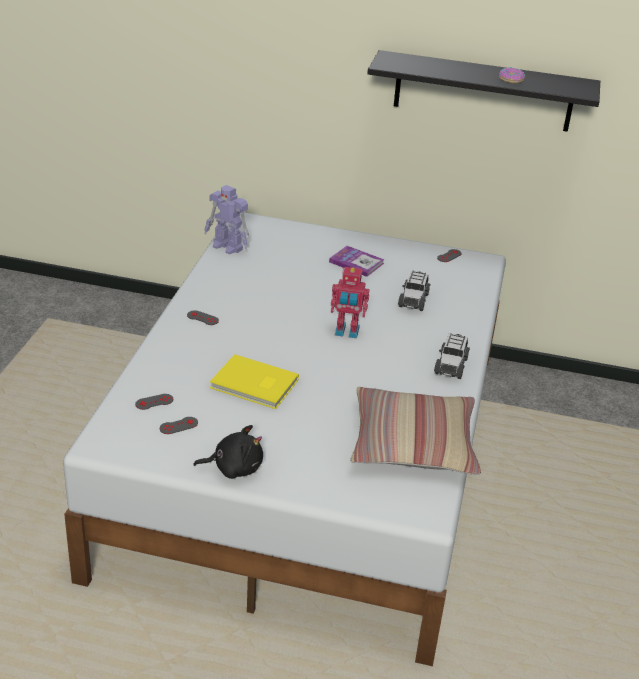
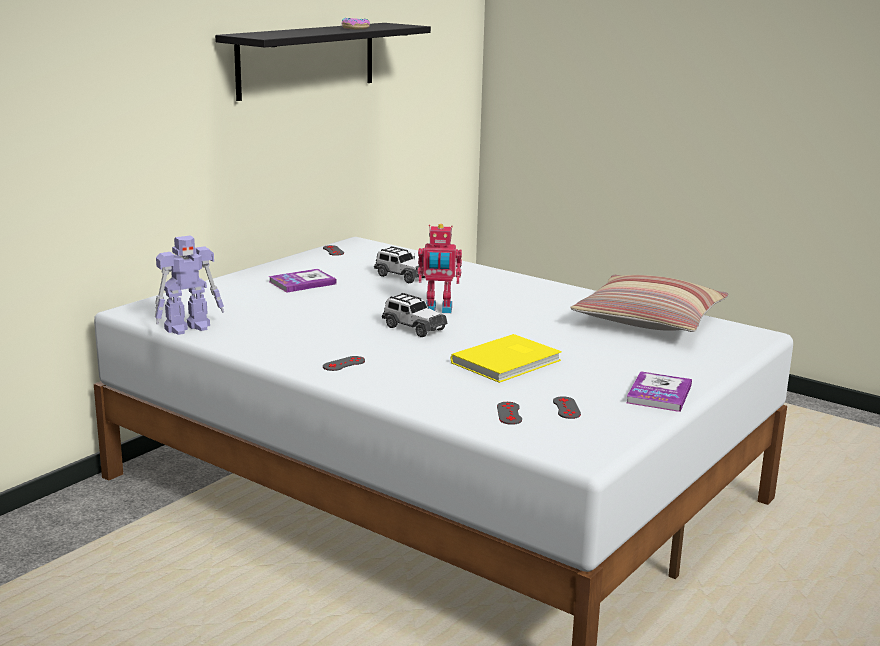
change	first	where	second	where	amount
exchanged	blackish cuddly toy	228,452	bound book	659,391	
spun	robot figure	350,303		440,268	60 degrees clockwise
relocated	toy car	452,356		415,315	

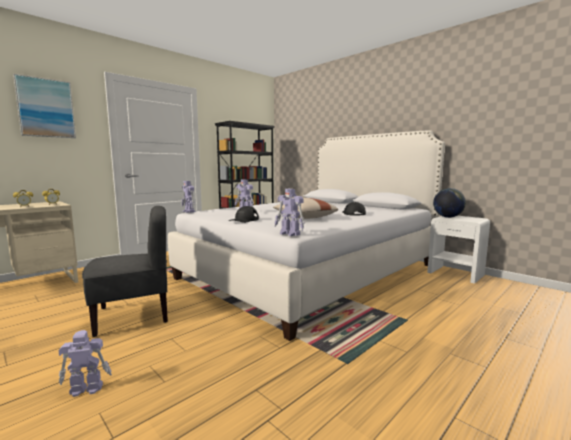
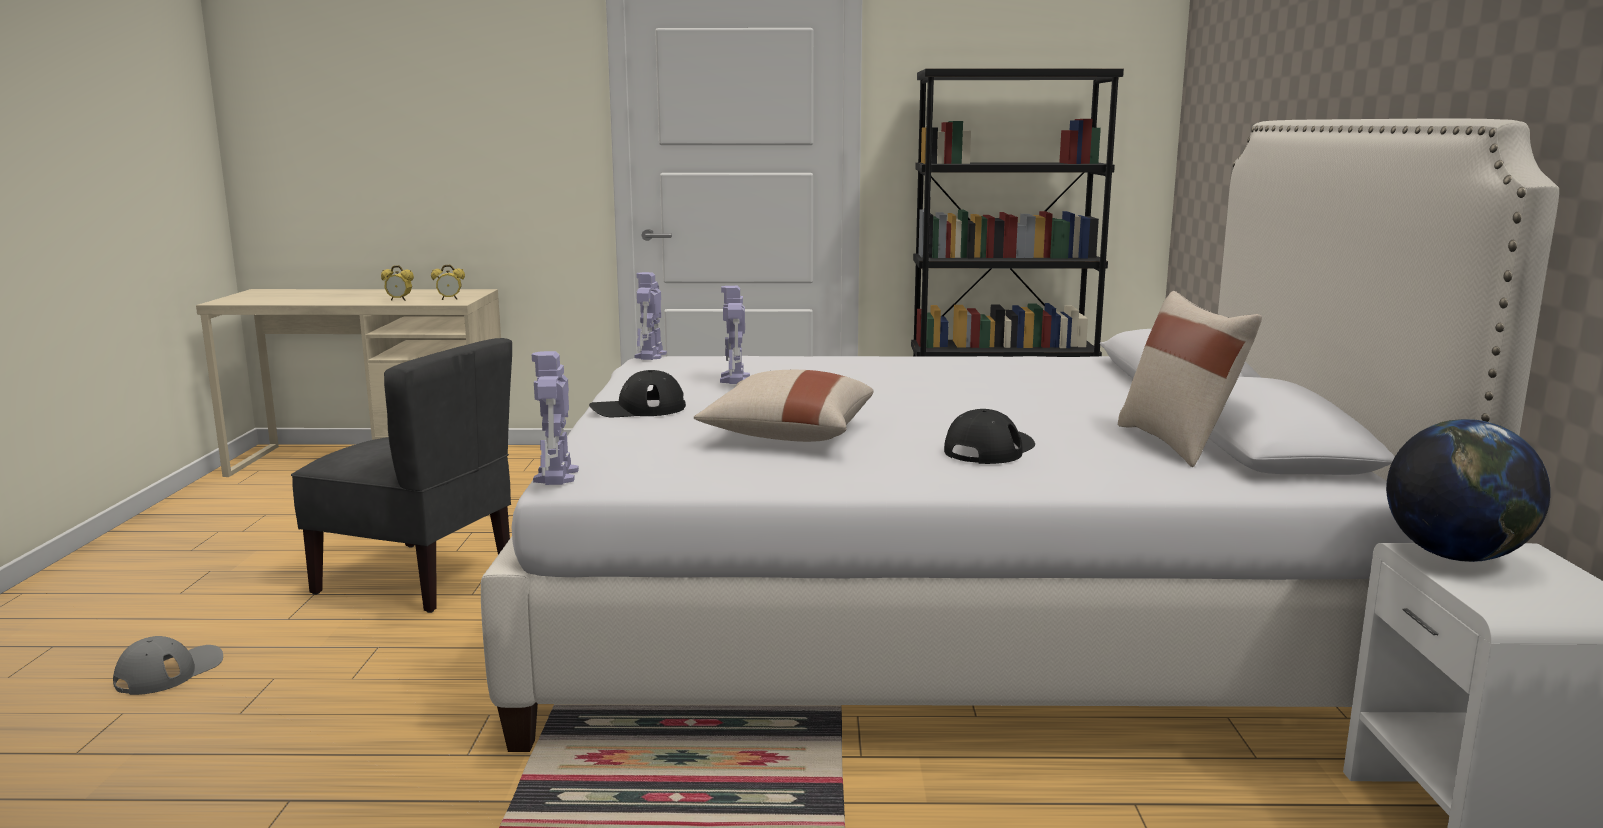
change	first	where	second	where	amount
missing	picture	44,106			
exchanged	robot figure	85,363	greyish peaked cap	168,665	
appeared			beige cushion	1190,379	

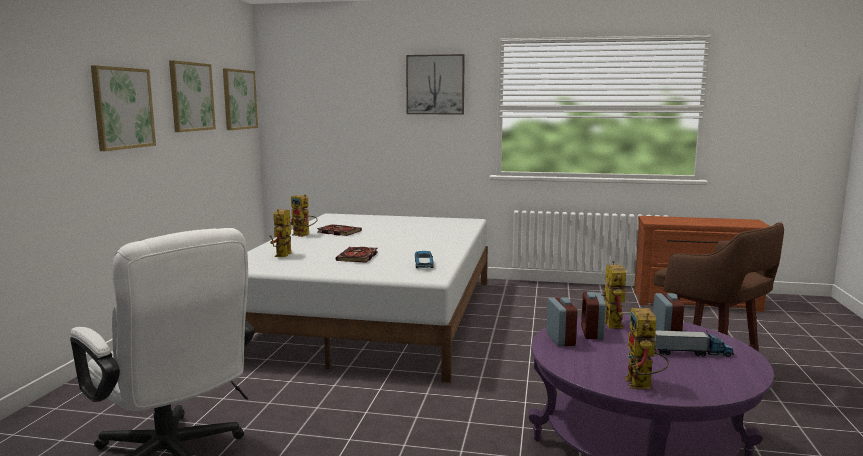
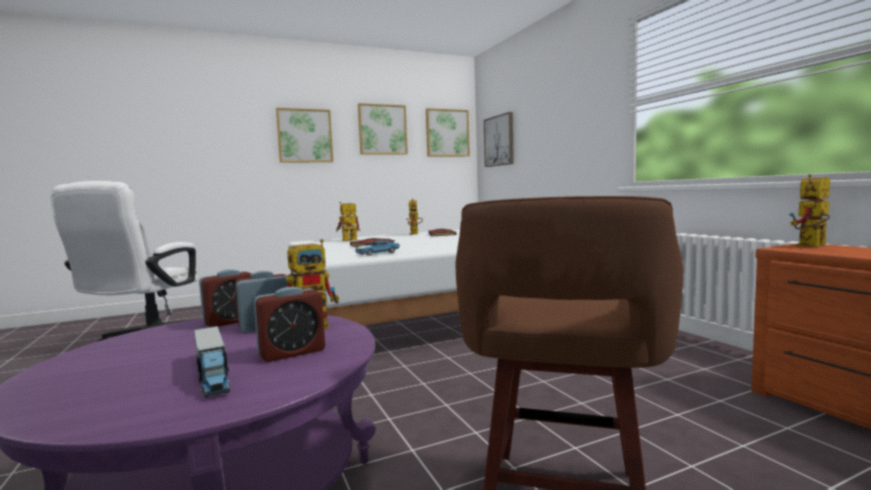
change	first	where	second	where	amount
relocated	picture	435,84		499,139	
relocated	robot figure	646,348		809,210	

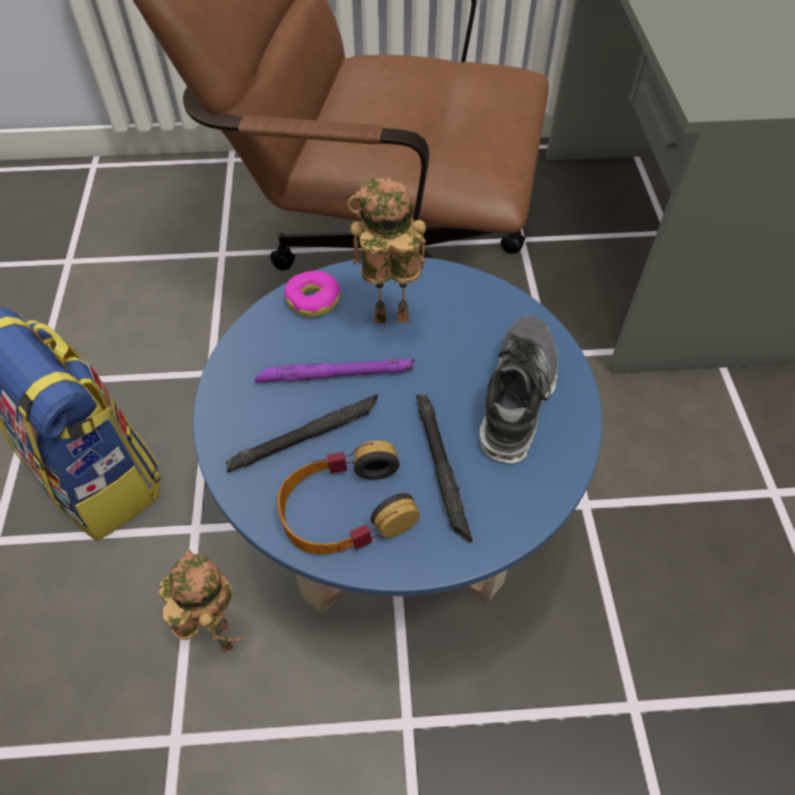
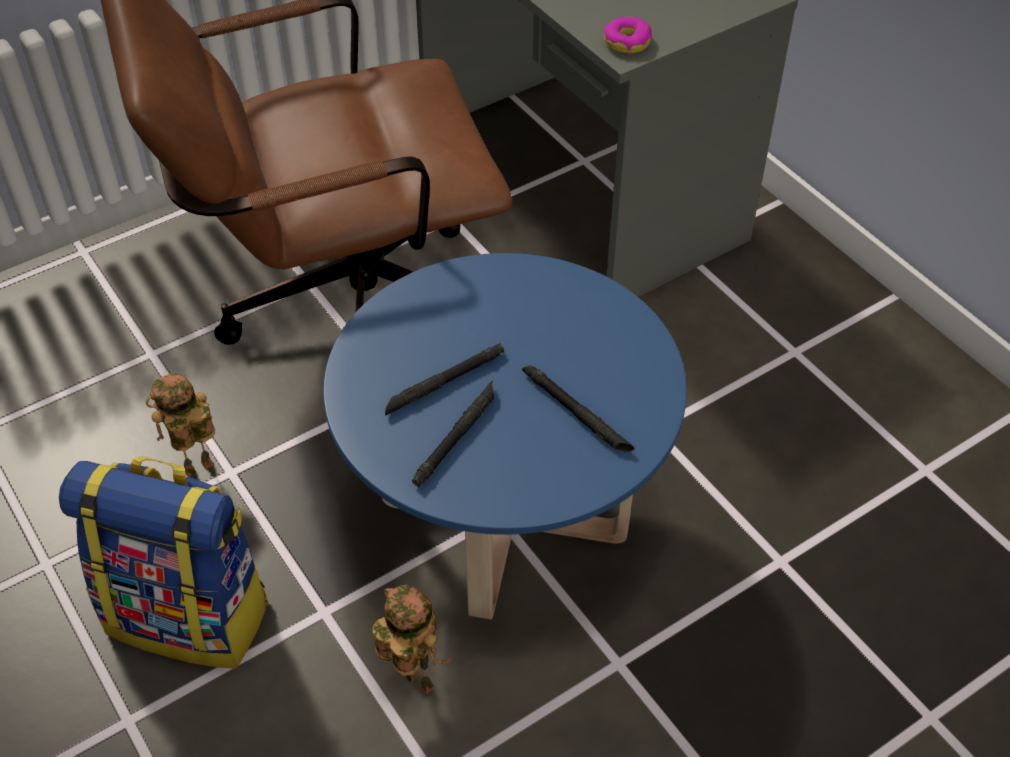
change	first	where	second	where	amount
colour	purple hand torch	335,371	blackish hand torch	444,379	
missing	headset	348,497			
relocated	donut	312,294		628,35	
relocated	robot figure	386,250		180,425	
missing	low shoe	518,389			

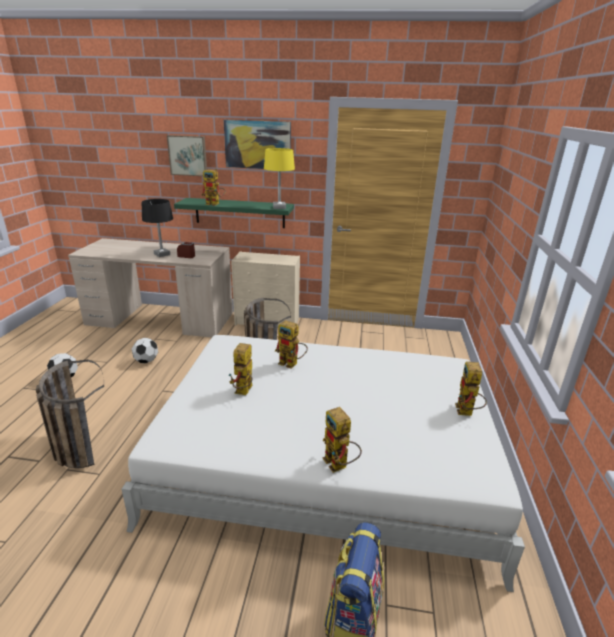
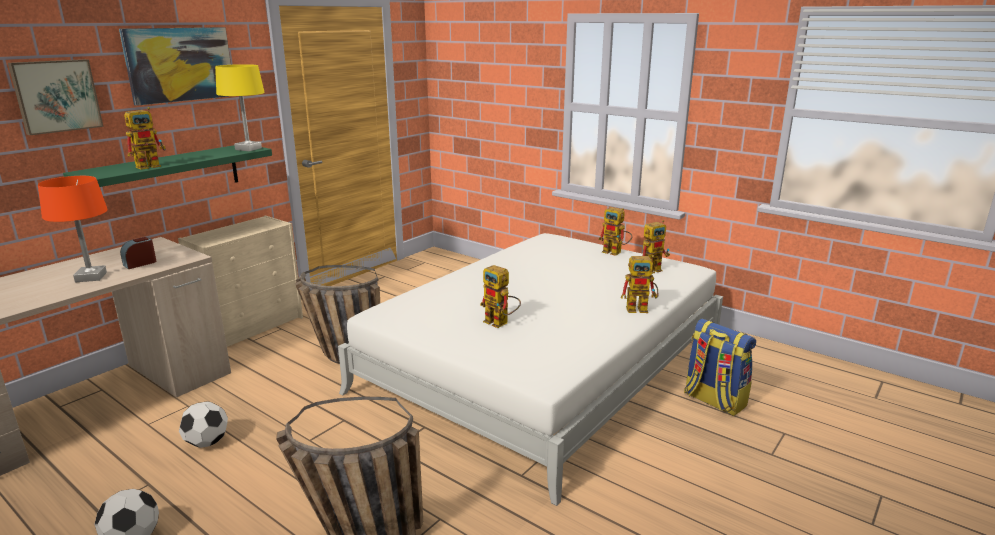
change	first	where	second	where	amount
colour	blackish tabletop lamp	157,228	orangey tabletop lamp	72,229	
relocated	robot figure	291,344		656,247	

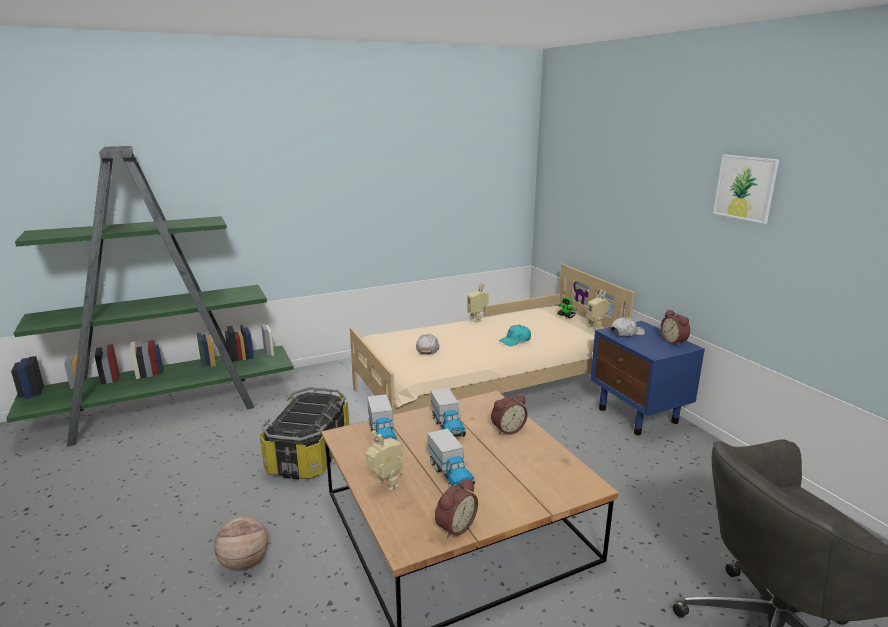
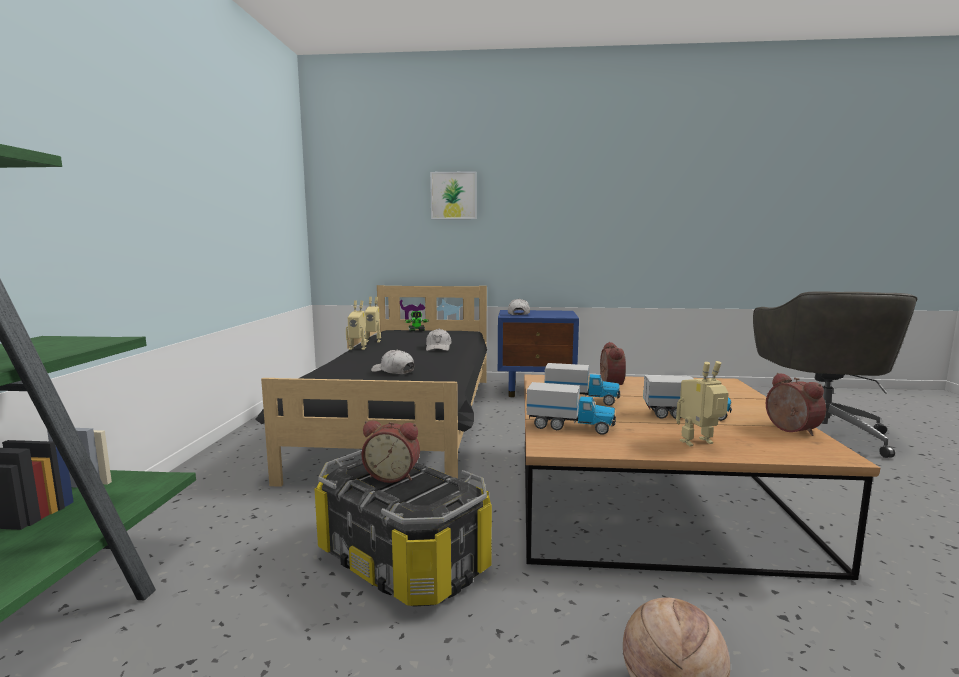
change	first	where	second	where	amount
colour	beige bed	492,339	blackish bed	371,386	
colour	turquoise peaked cap	515,335	white-coloured peaked cap	438,340	
relocated	robot figure	597,309		373,319	
relocated	alarm clock	675,327		390,451	
relocated	picture	746,189		453,195	

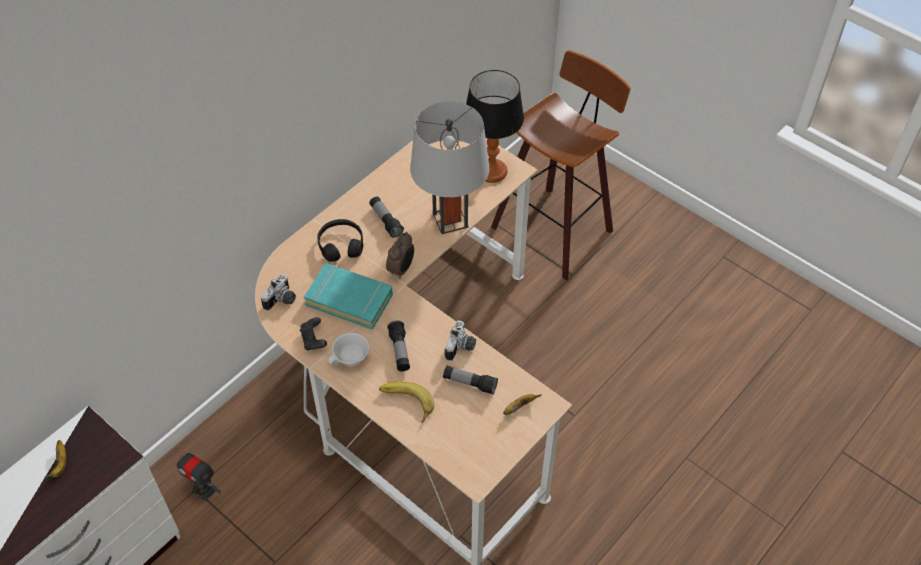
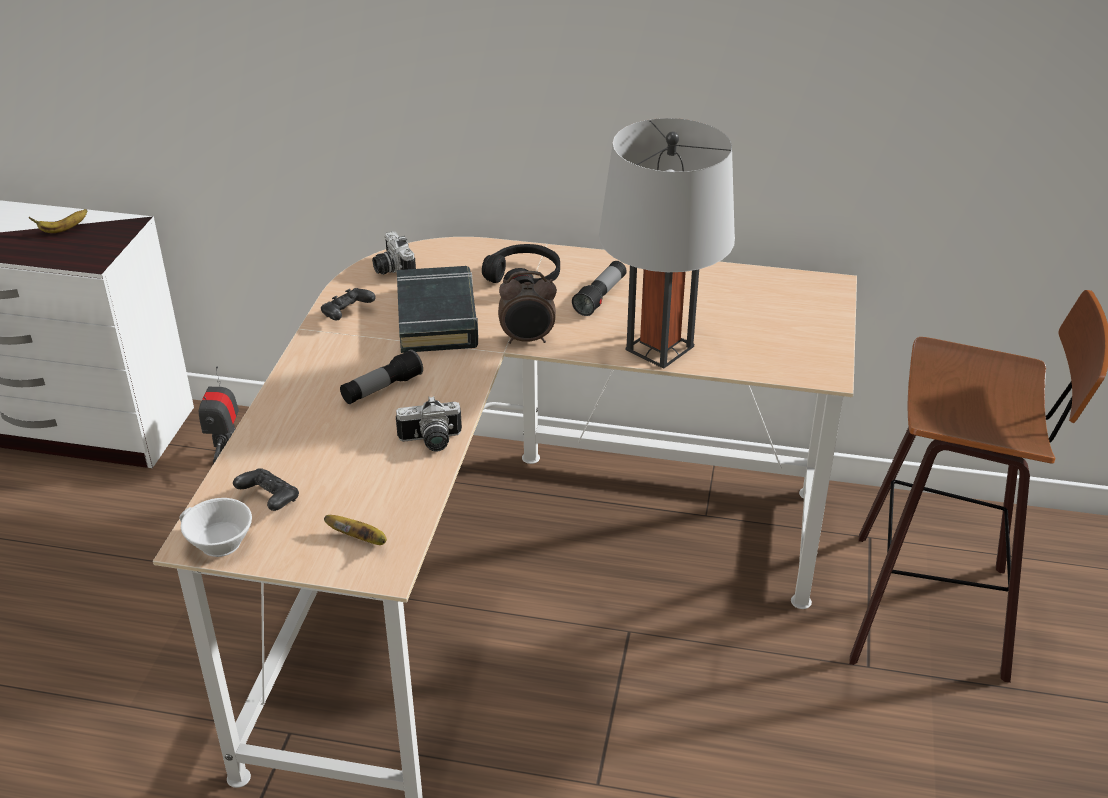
change	first	where	second	where	amount
spun	photo camera	278,292		394,253	60 degrees clockwise
colour	turquoise bound book	348,296	blackish bound book	437,309	
relocated	white-coloured drinking cup	348,349		215,527	
missing	banana	406,402			
missing	hand torch	470,380			
missing	tabletop lamp	495,126			
appeared			blackish gamepad	266,490	

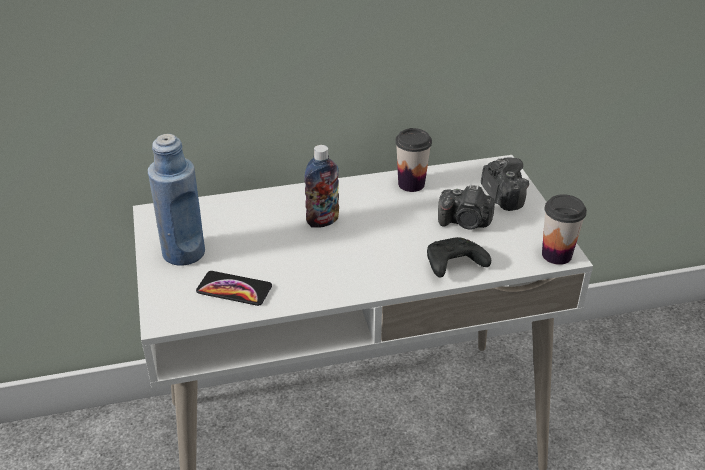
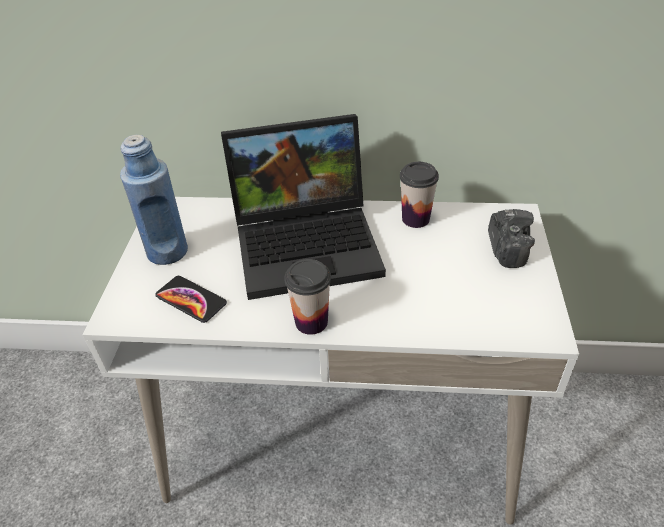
change	first	where	second	where	amount
exchanged	bottle	321,186	portable computer	303,207	
missing	blackish gamepad	459,257			
missing	photo camera	466,207			
relocated	drinking cup	564,229		307,297	

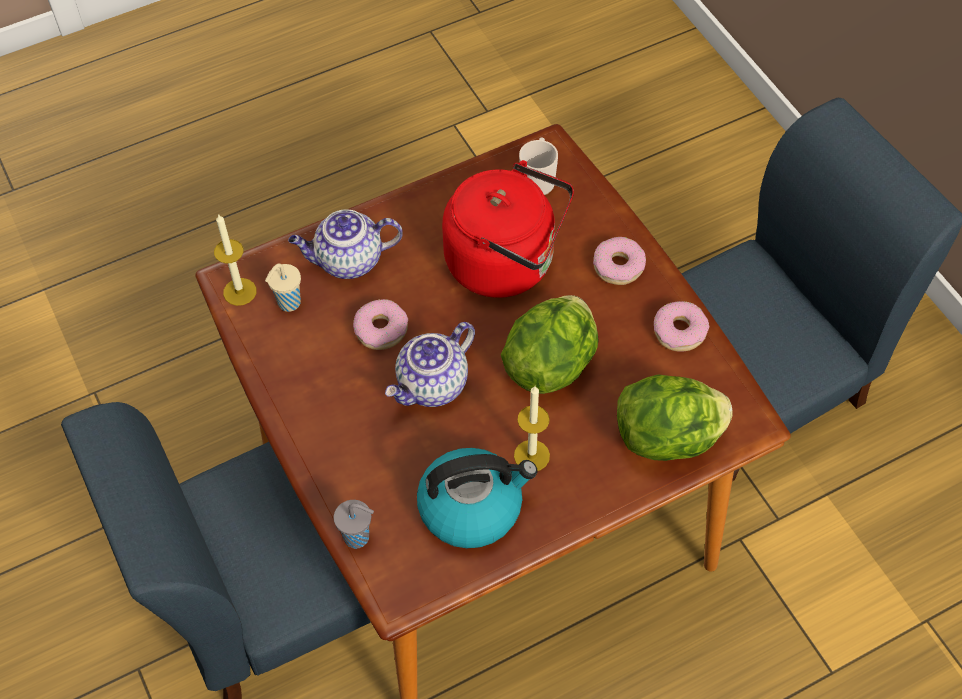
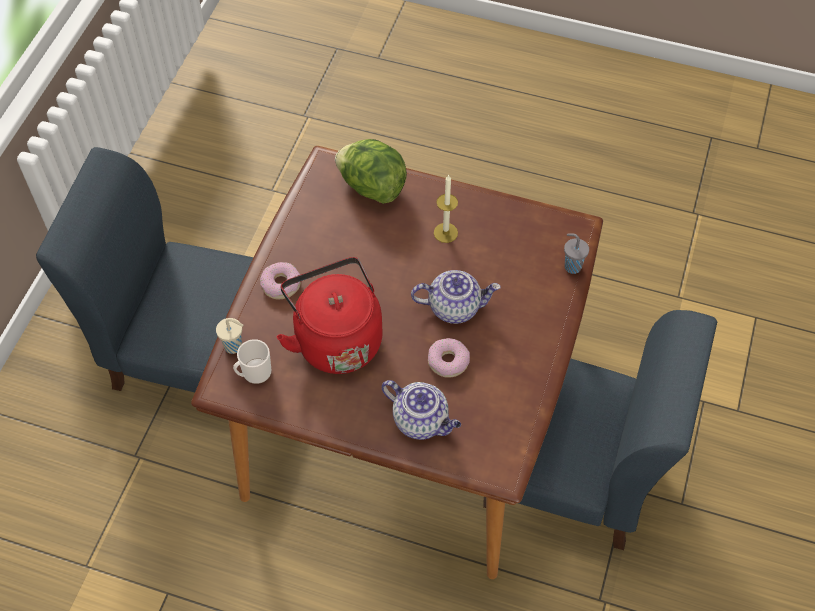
change	first	where	second	where	amount
missing	candle	235,260			
relocated	beige drinking cup	283,288		229,336	
missing	tea kettle	477,498			
missing	lettuce	549,344			
missing	donut	681,326			

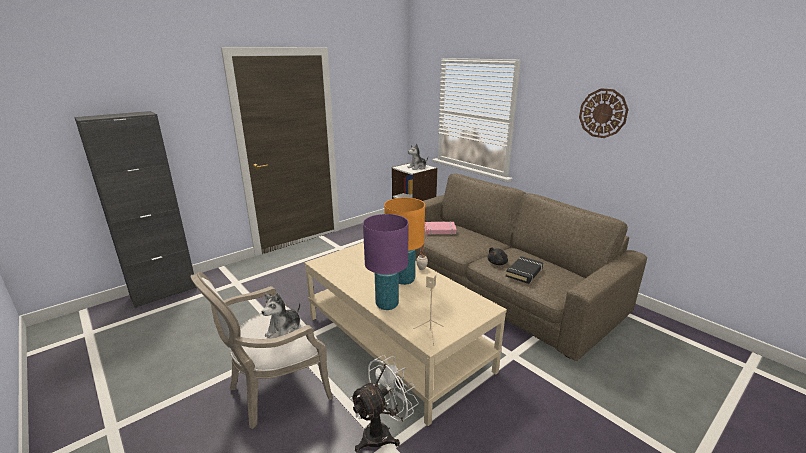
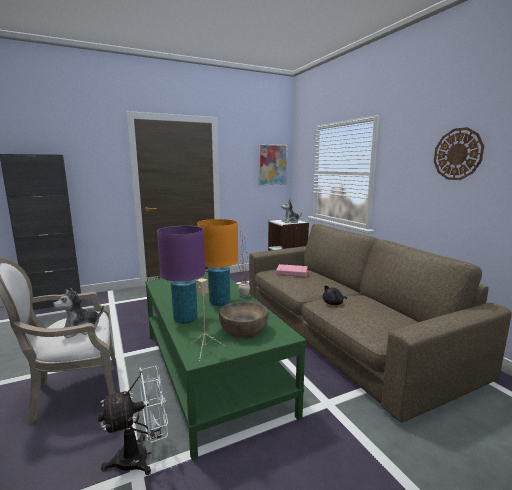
change	first	where	second	where	amount
colour	beige low table	406,334	greenish low table	225,366	
missing	blackish bound book	524,270			
appeared			brown deep dish	244,320	
appeared			picture	273,165	

